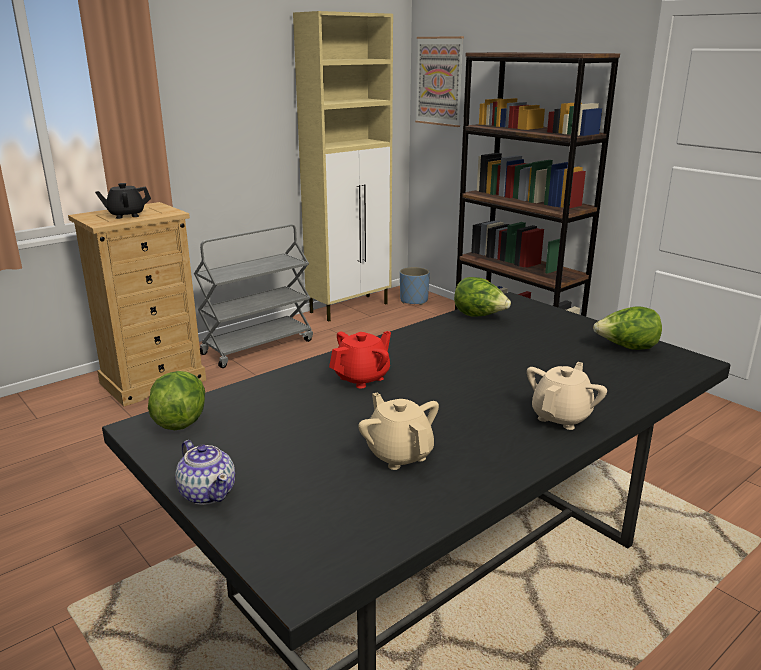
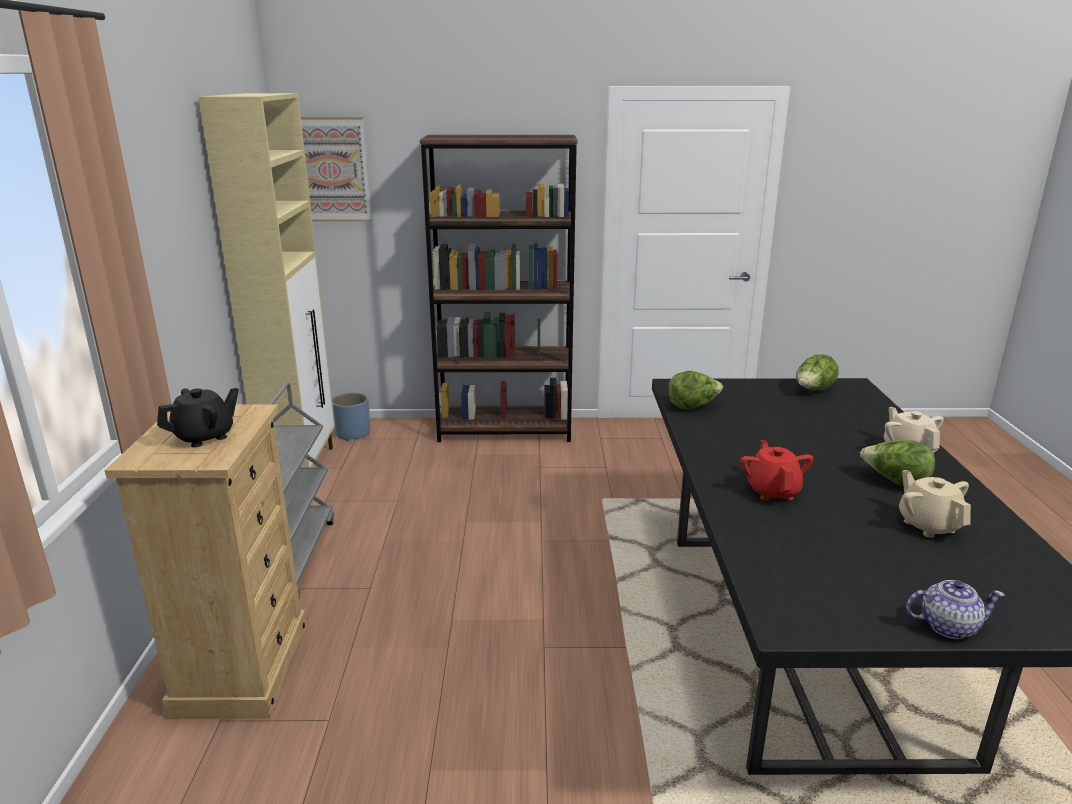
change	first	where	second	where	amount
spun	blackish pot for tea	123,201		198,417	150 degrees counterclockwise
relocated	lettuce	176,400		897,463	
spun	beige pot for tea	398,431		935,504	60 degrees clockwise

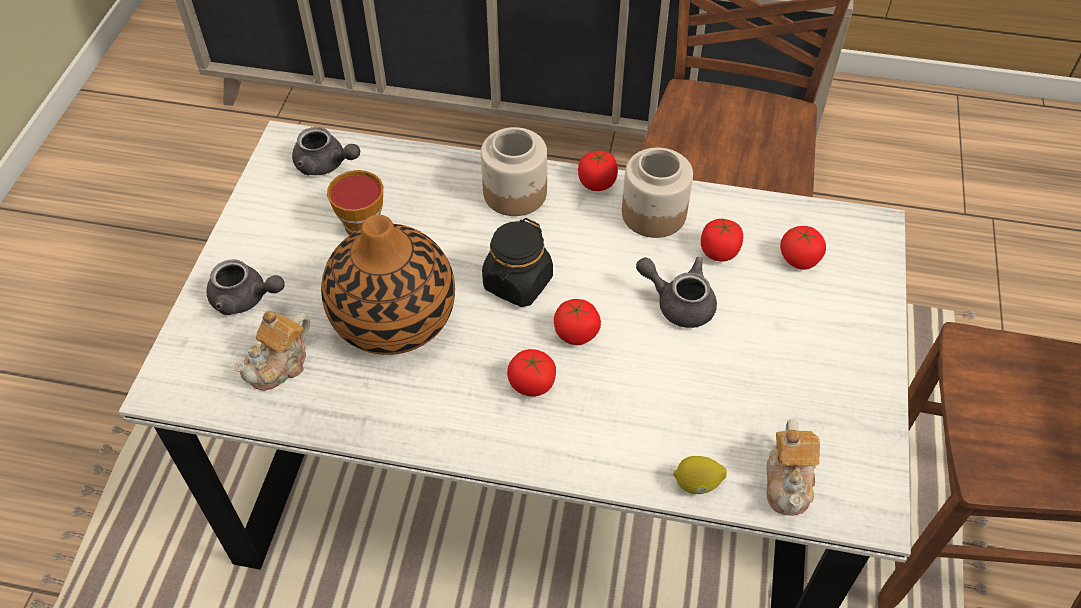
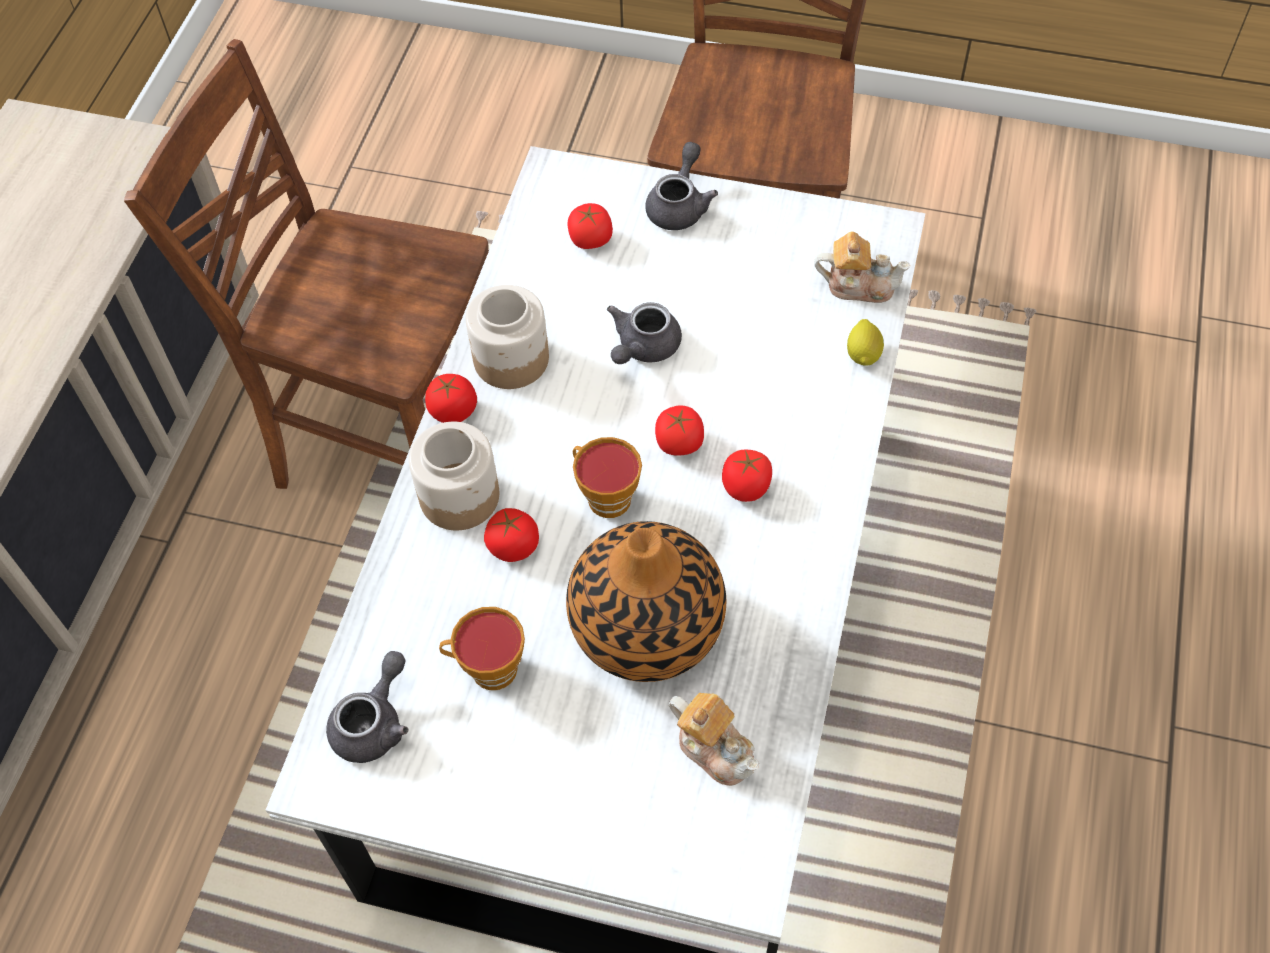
change	first	where	second	where	amount
relocated	greyish pot for tea	246,287		681,186	
exchanged	blackish storage jar	517,262	drinking cup	607,477	
relocated	fresh tomato	722,240		511,535	

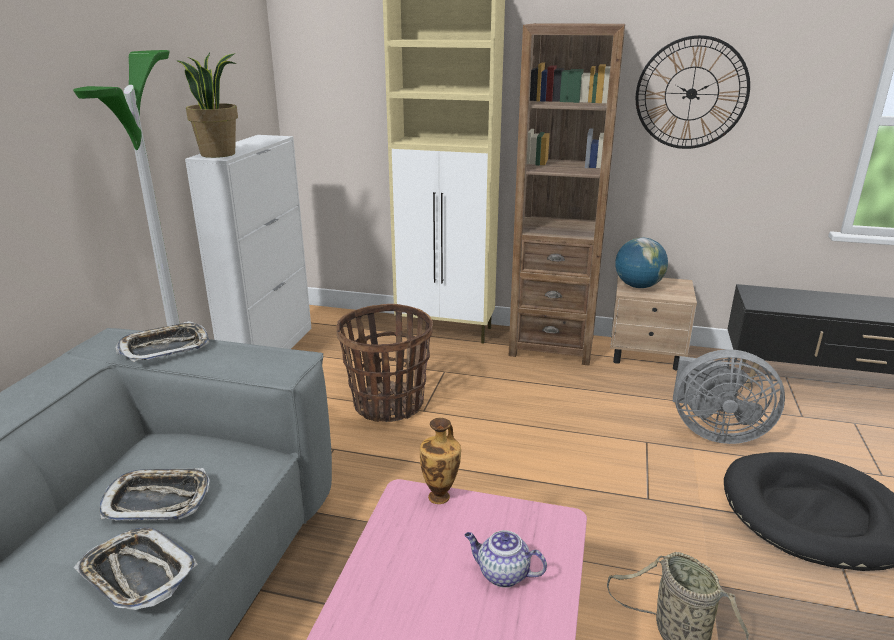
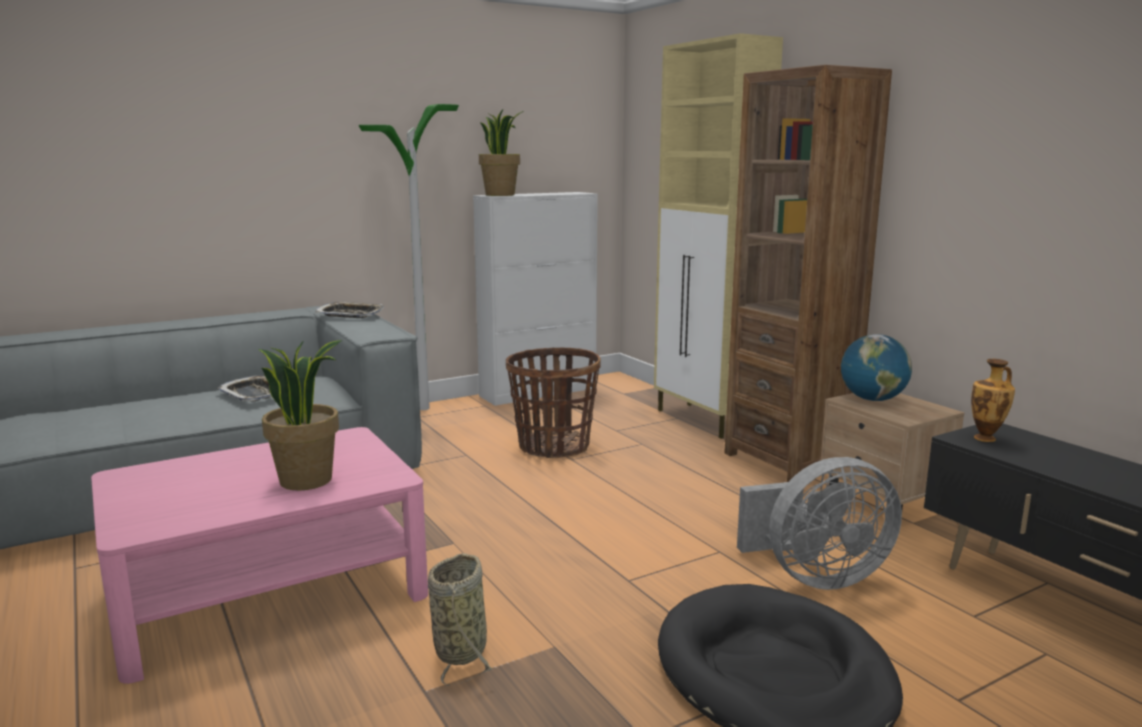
change	first	where	second	where	amount
missing	carrying tray	136,568			
relocated	decorative vase	440,461		993,400	
exchanged	pot for tea	506,559	houseplant	300,415	
missing	clock on the wall	693,92			
spun	greyish cooling fan	729,396		819,523	75 degrees counterclockwise

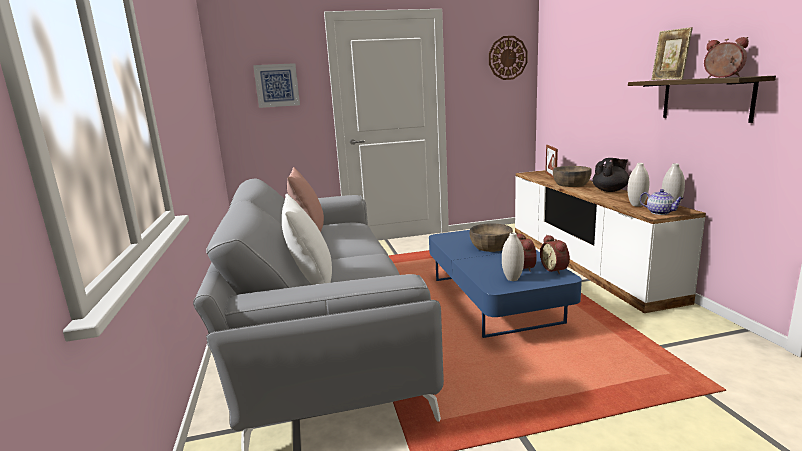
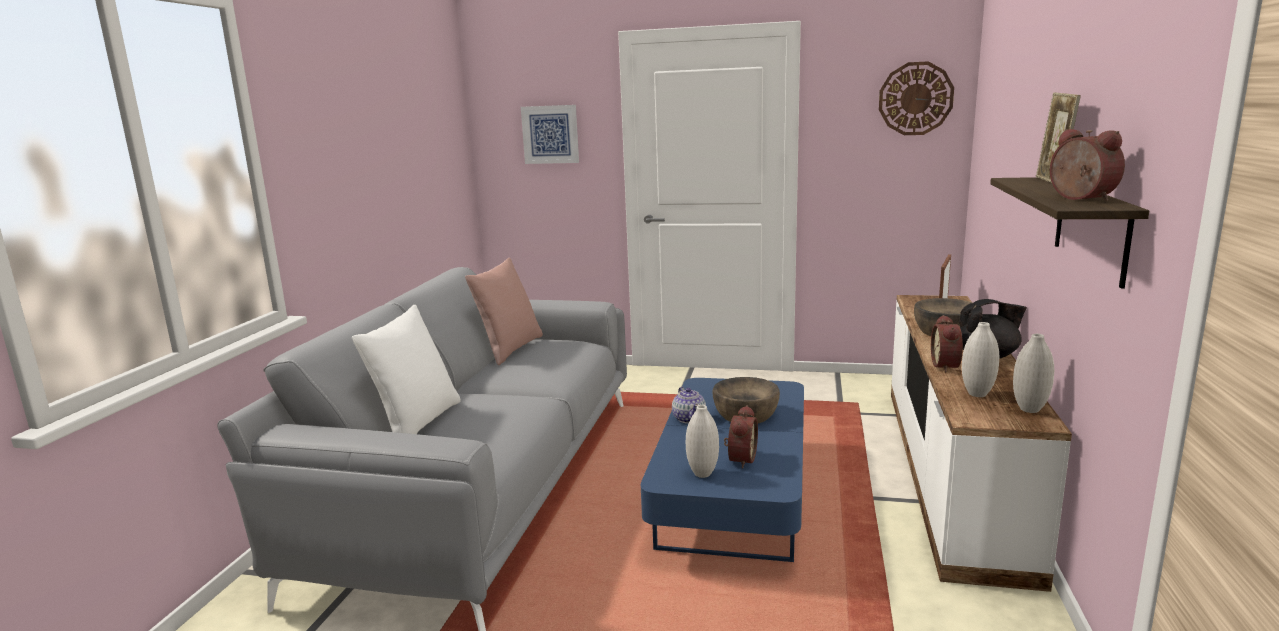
change	first	where	second	where	amount
relocated	alarm clock	555,254		947,343	
relocated	pot for tea	662,202		689,405	

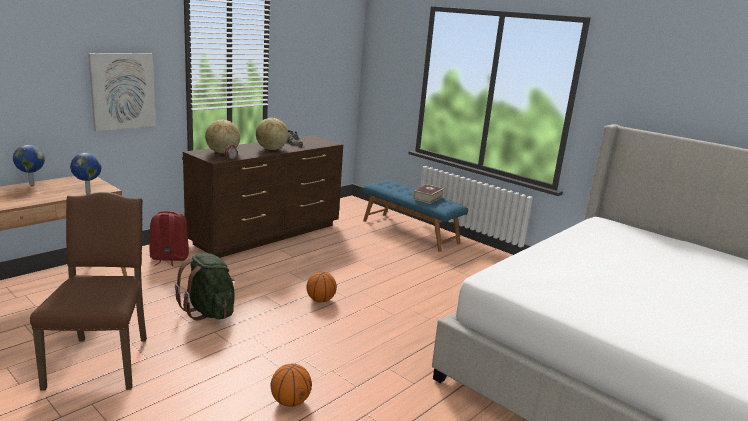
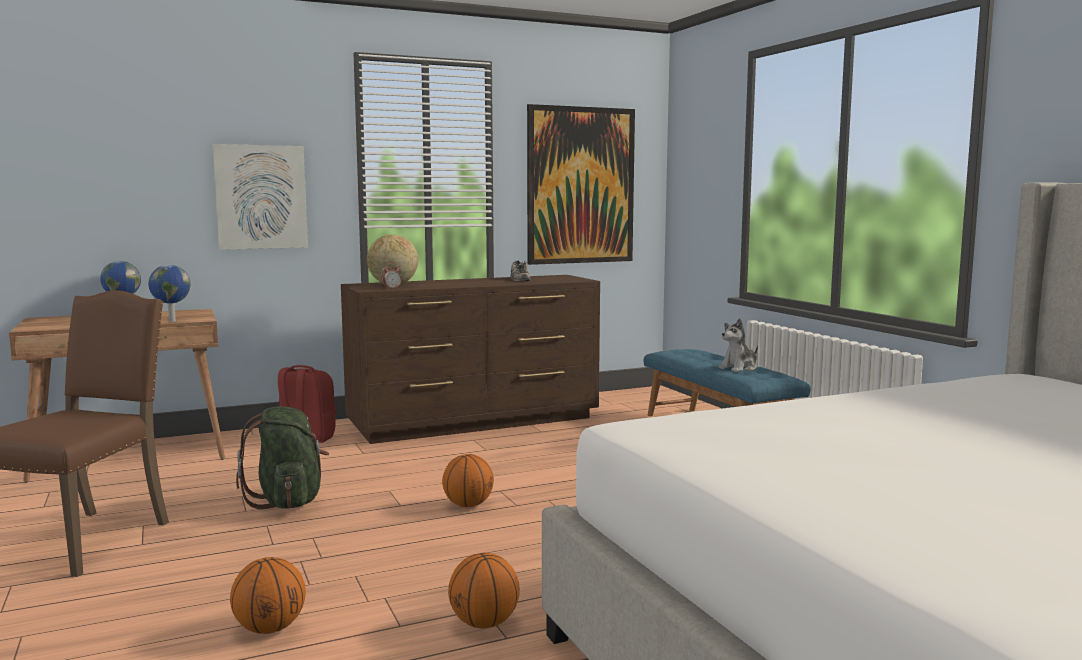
change	first	where	second	where	amount
missing	desk globe	272,134			
exchanged	bound book	428,194	cuddly toy	738,345	
appeared			basketball	484,590	
appeared			picture	581,184	

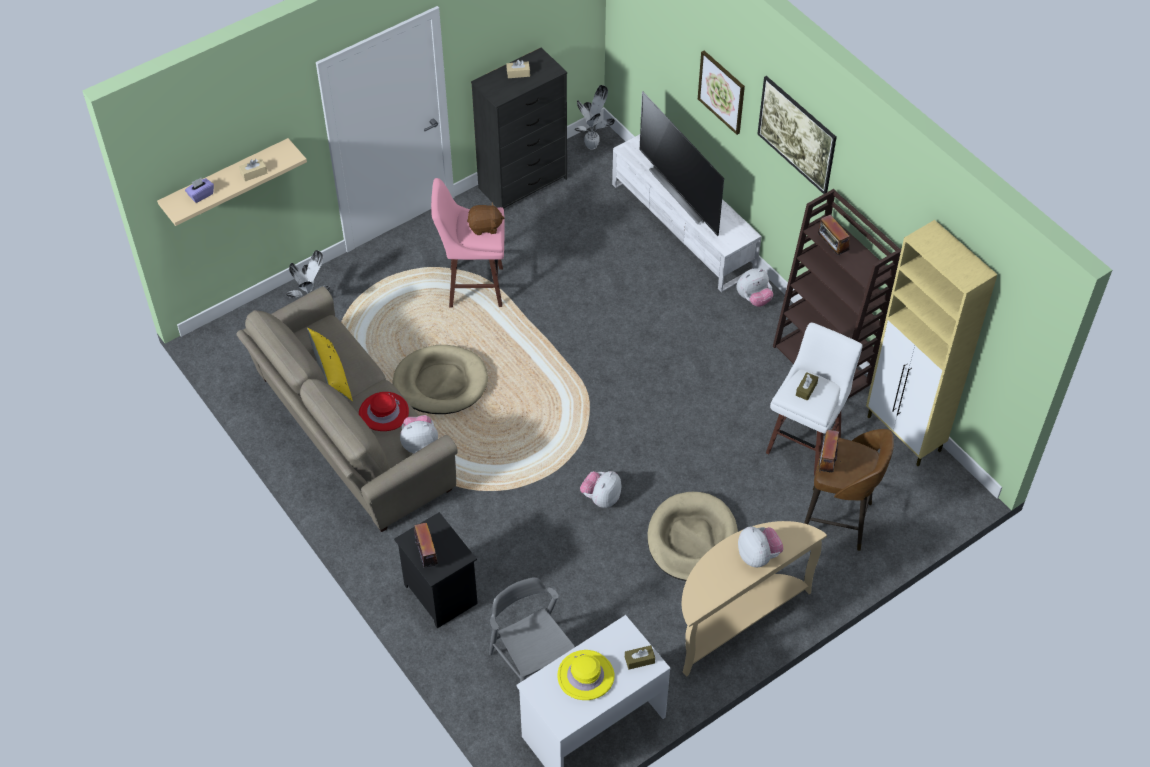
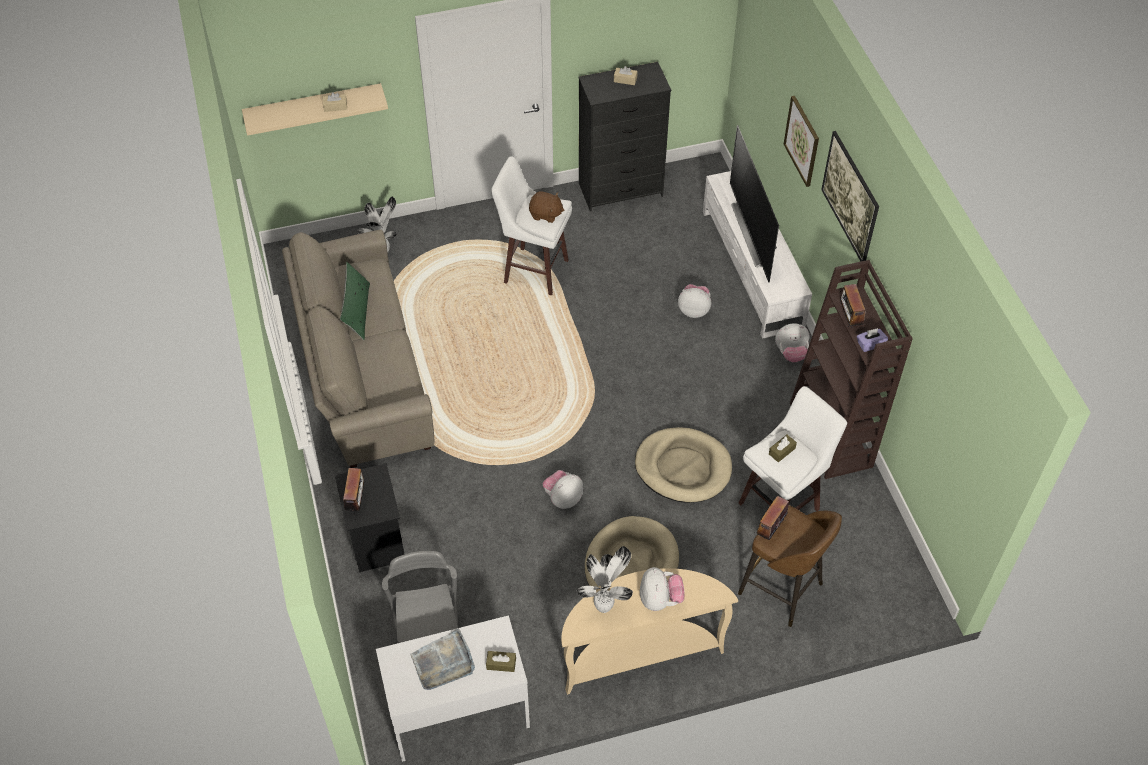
change	first	where	second	where	amount
relocated	purple box of tissues	199,190		872,340	
colour	yellow-coloured cushion	330,365	greenish cushion	355,301	
missing	red hat	384,411			
relocated	beige pet bed	440,379		683,465	
relocated	cuddly toy	419,434		694,301	
colour	pinkish stool	468,243	white-coloured stool	531,225	
exchanged	yellow-coloured hat	586,675	greyish carrying tray	442,659	
relocated	houseplant	594,117		605,579	
missing	beige cupboard	932,343			

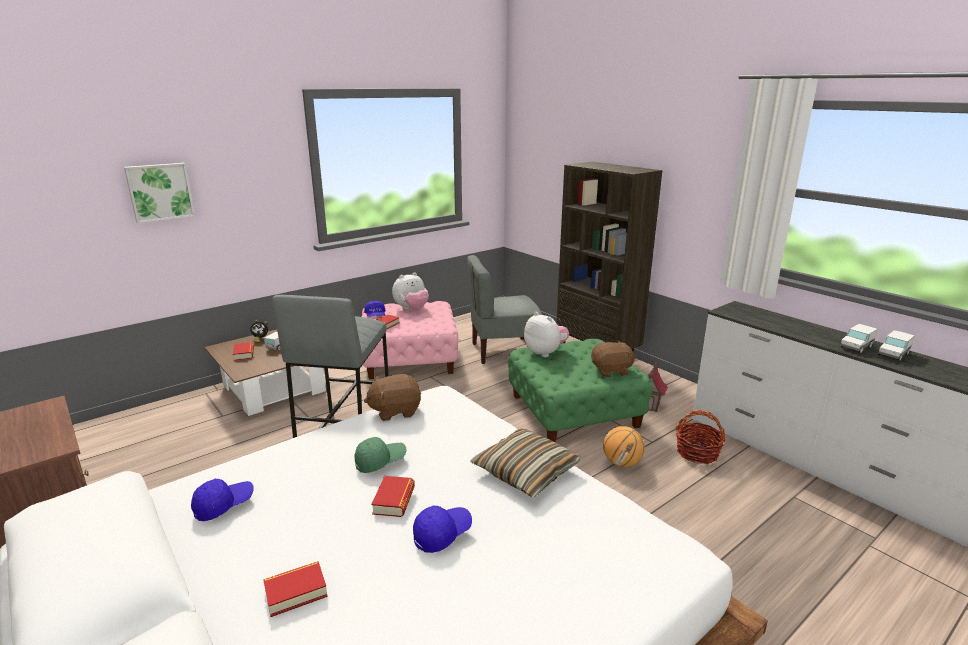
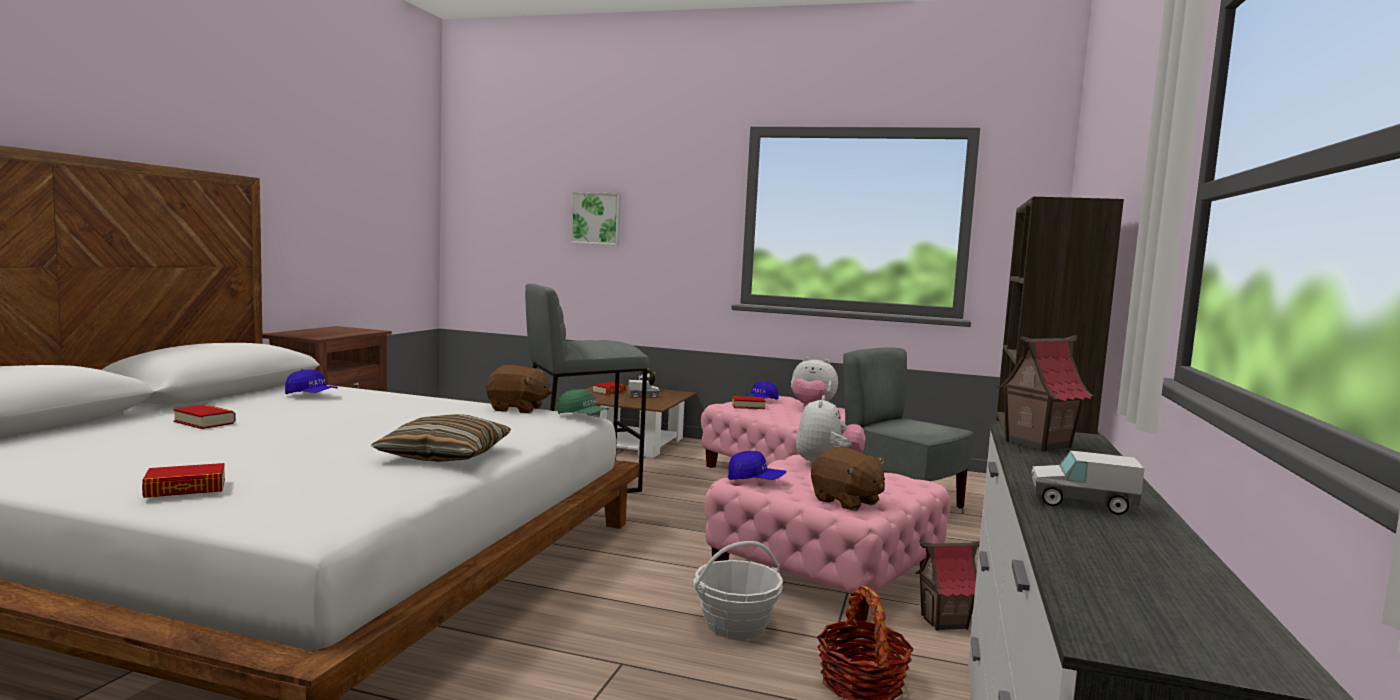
change	first	where	second	where	amount
relocated	greenish peaked cap	380,455		583,401	
spun	brown cuddly toy	392,397		519,389	150 degrees clockwise
relocated	bound book	393,496		183,480	
relocated	bluish peaked cap	442,529		757,465	
colour	greenish pouffe	580,390	pinkish pouffe	827,538	
exchanged	basketball	624,446	basket	738,590	
missing	toy lorry	897,345			
appeared			miniature house	1045,394	

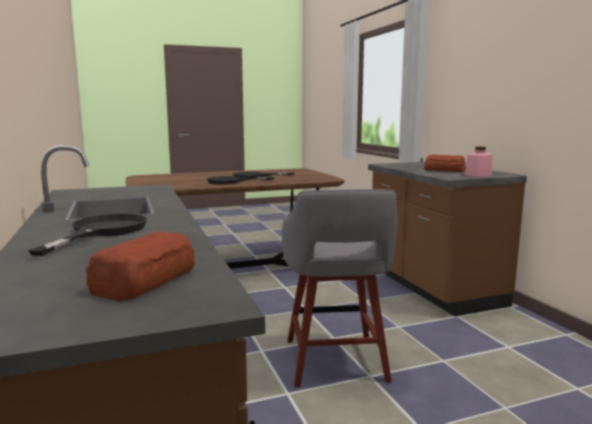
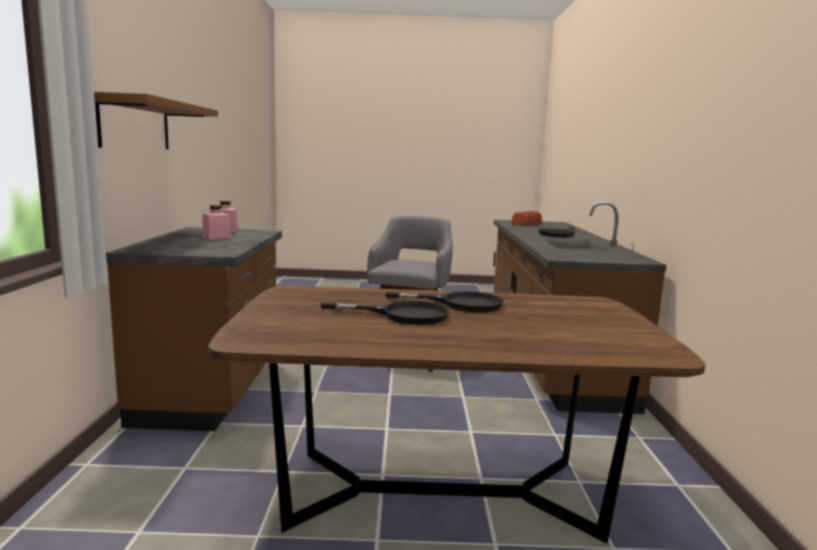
change	first	where	second	where	amount
exchanged	baked bread	445,163	pinkish storage jar	216,222	
appeared			brown bracket shelf	156,120	

